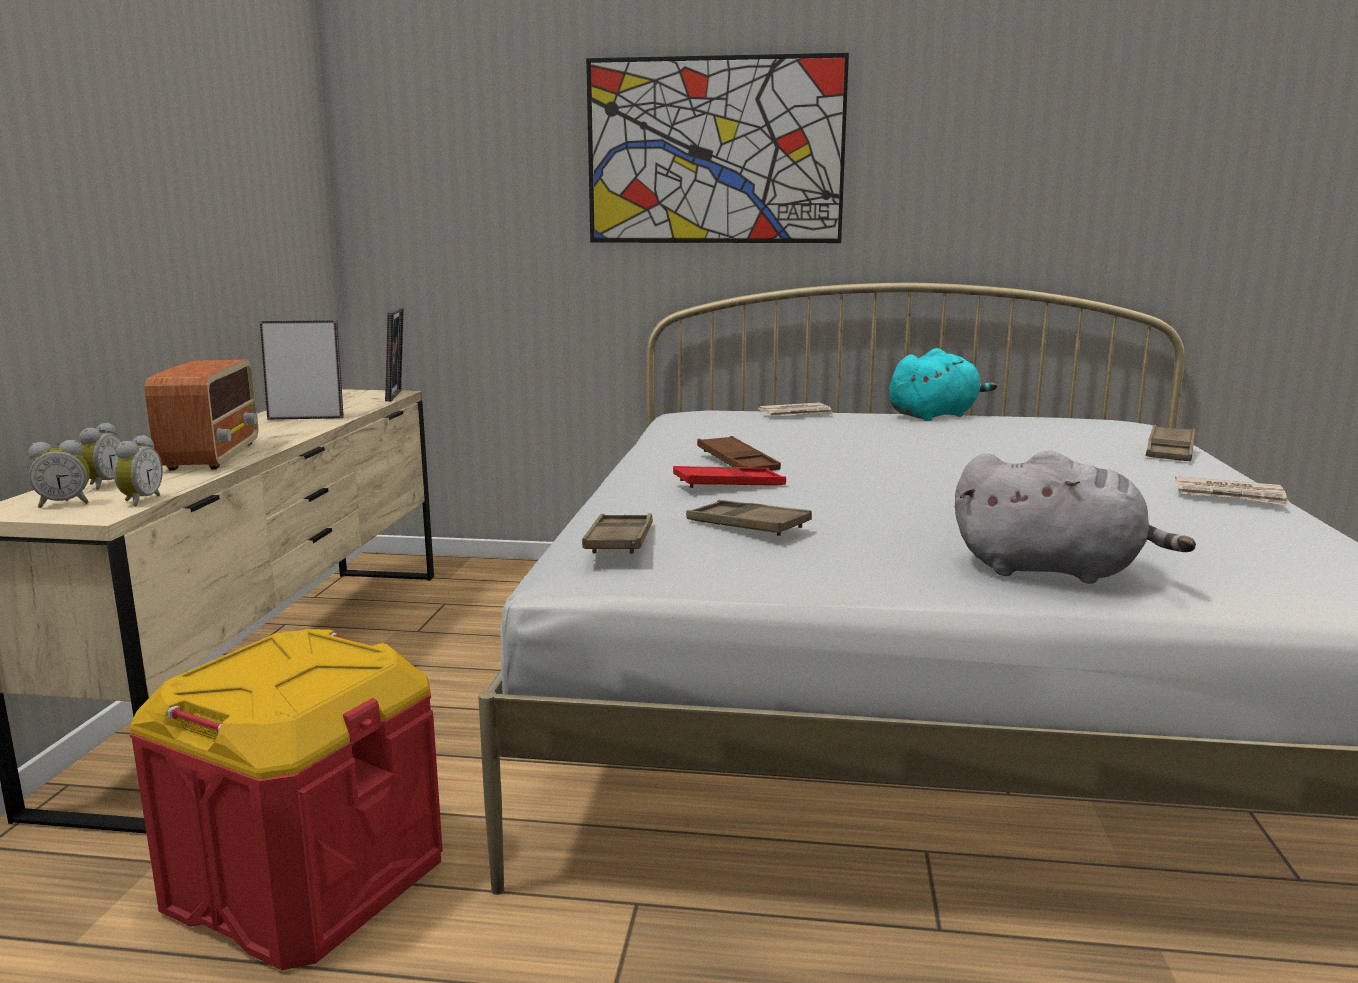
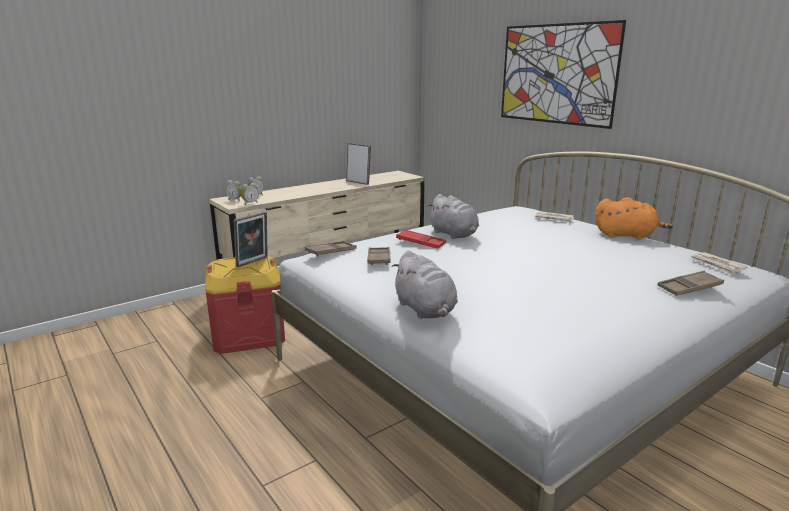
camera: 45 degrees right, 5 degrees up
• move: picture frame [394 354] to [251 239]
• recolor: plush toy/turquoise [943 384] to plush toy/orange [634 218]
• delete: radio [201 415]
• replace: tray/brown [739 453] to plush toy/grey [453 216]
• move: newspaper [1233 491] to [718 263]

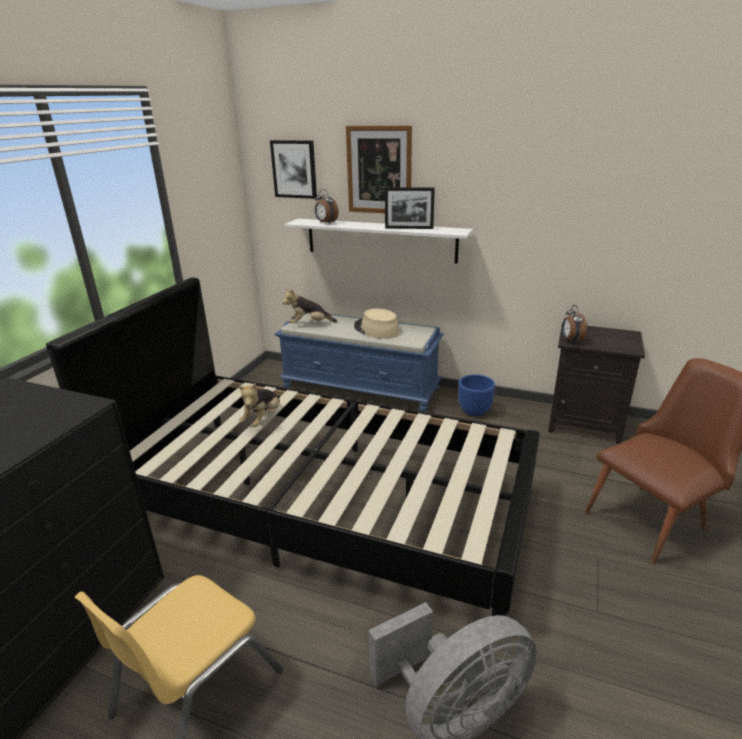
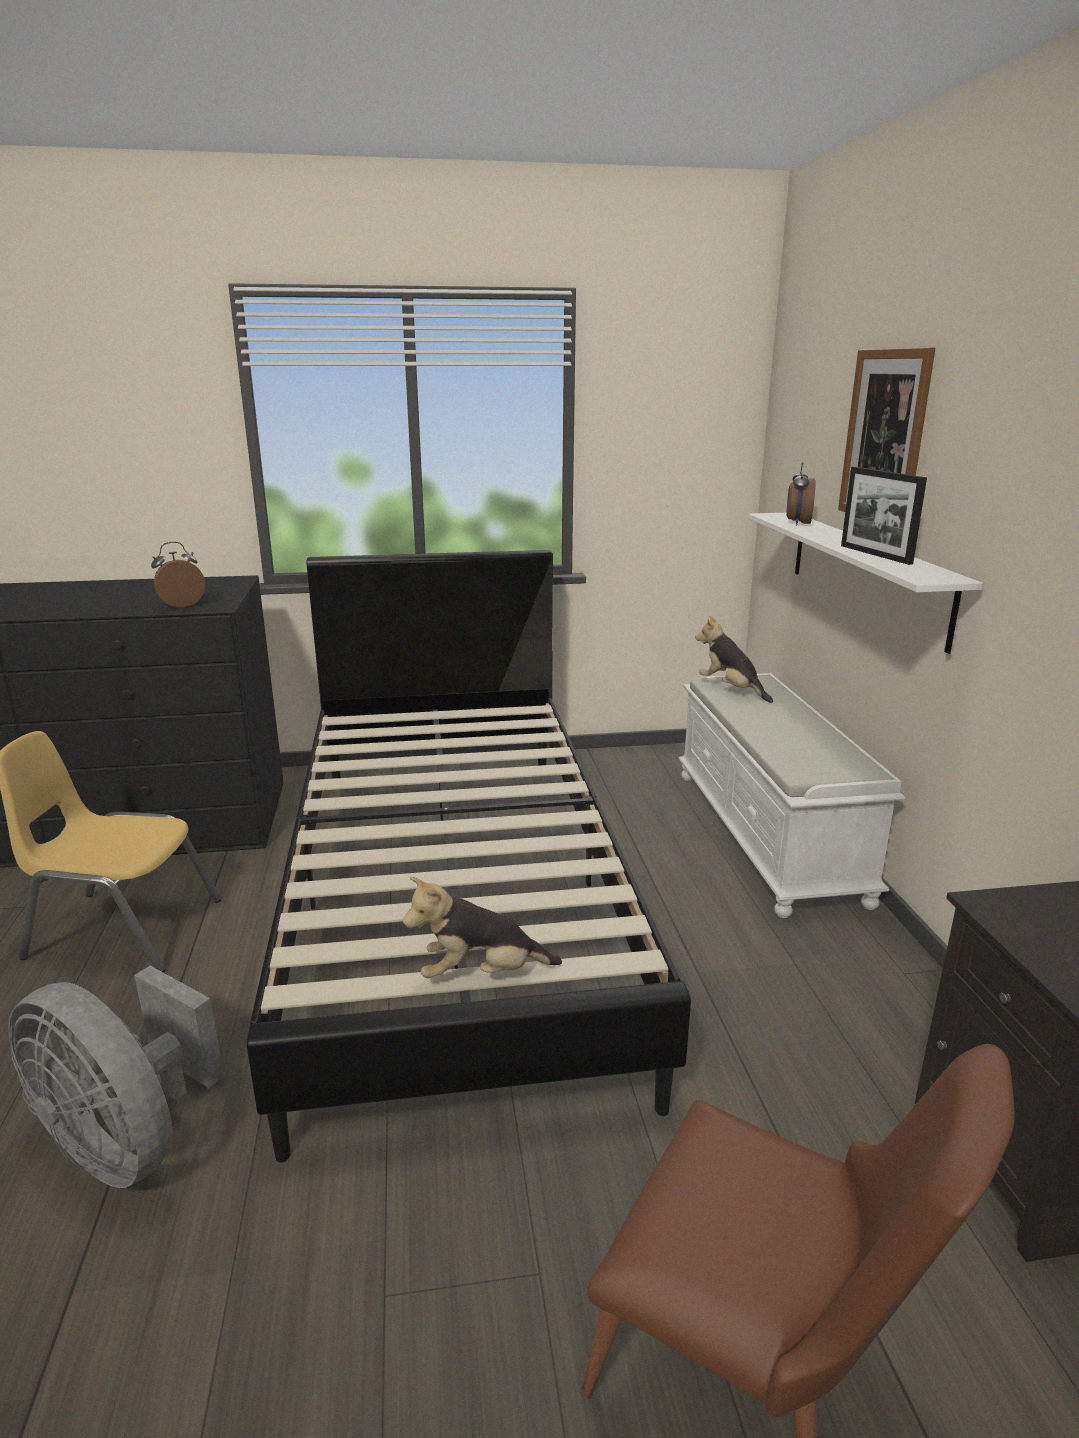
camera: 60 degrees right, 5 degrees down
• delete: picture [293 169]
• move: alarm clock [574 324] to [178 575]
• delete: hat/beige [377 323]
• recolor: bench/blue [359 362] to bench/white [792 795]
• delete: planter/blue [476 395]
• move: plush toy [259 405] to [482 927]

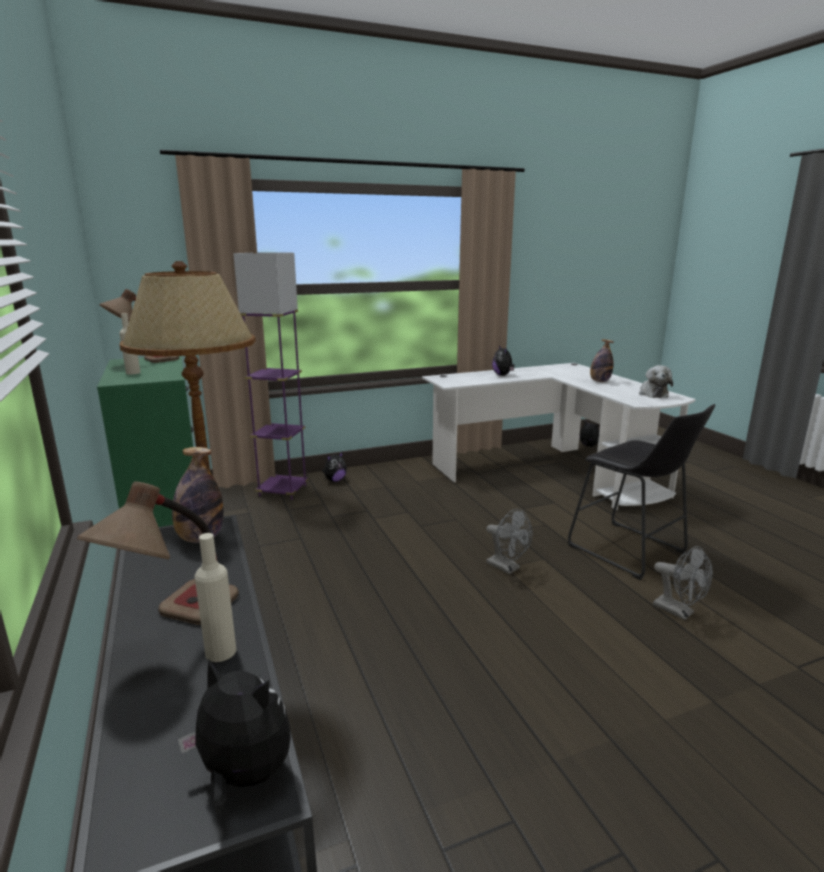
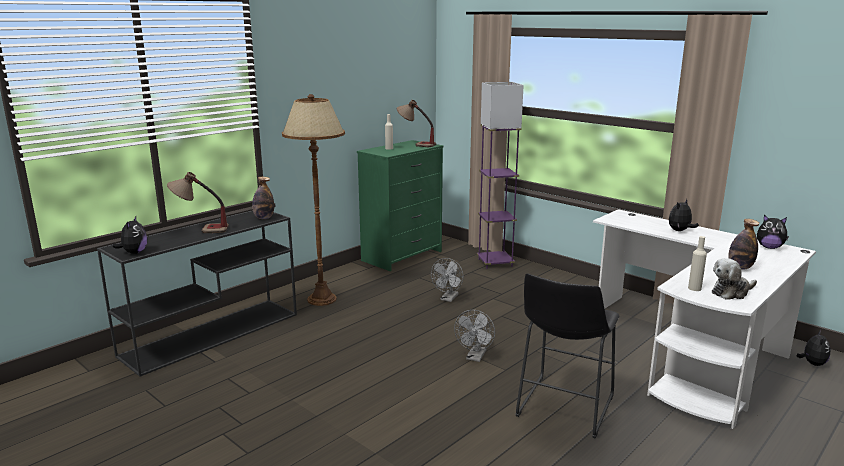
camera: 65 degrees right, 0 degrees up
• move: plush toy [334 466] to [773 232]
• move: bottle/beige [215 597] to [697 263]
• move: fan/grey [682 583] to [447 280]

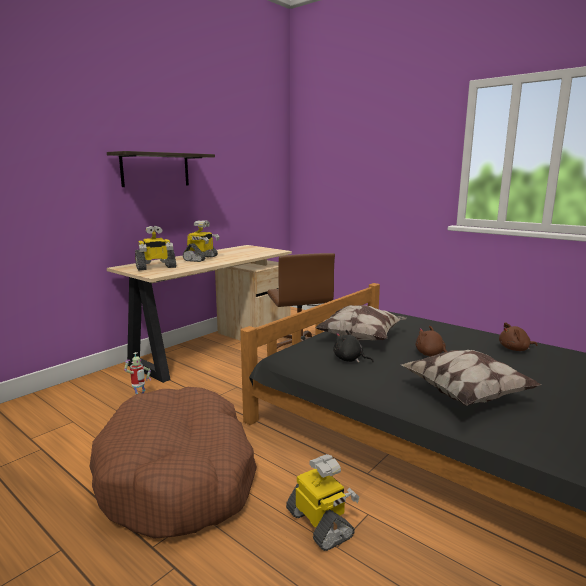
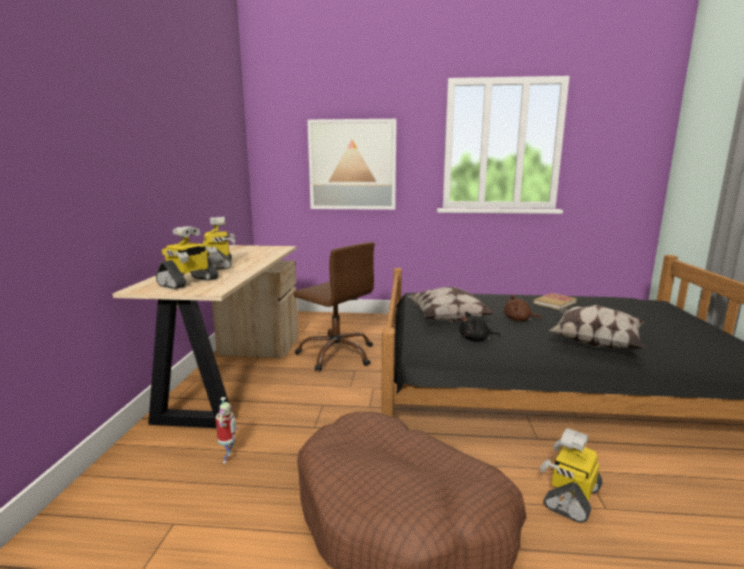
camera: 35 degrees left, 0 degrees up
• delete: shelf [161 169]
• replace: plush toy/brown [518 337] to book [555 301]
• rotate: toy robot [322 502] = [571 475] 75 degrees counterclockwise
• insert: picture [352 164]

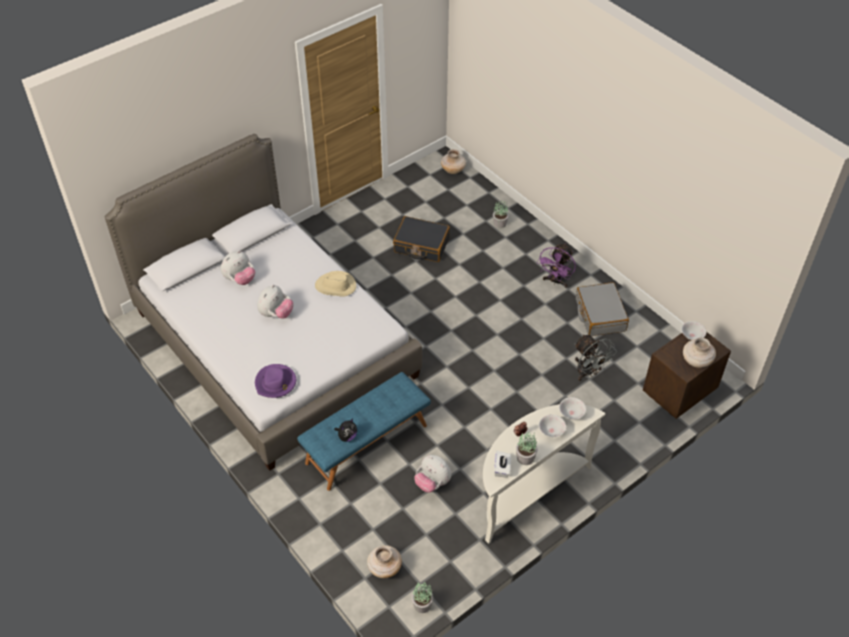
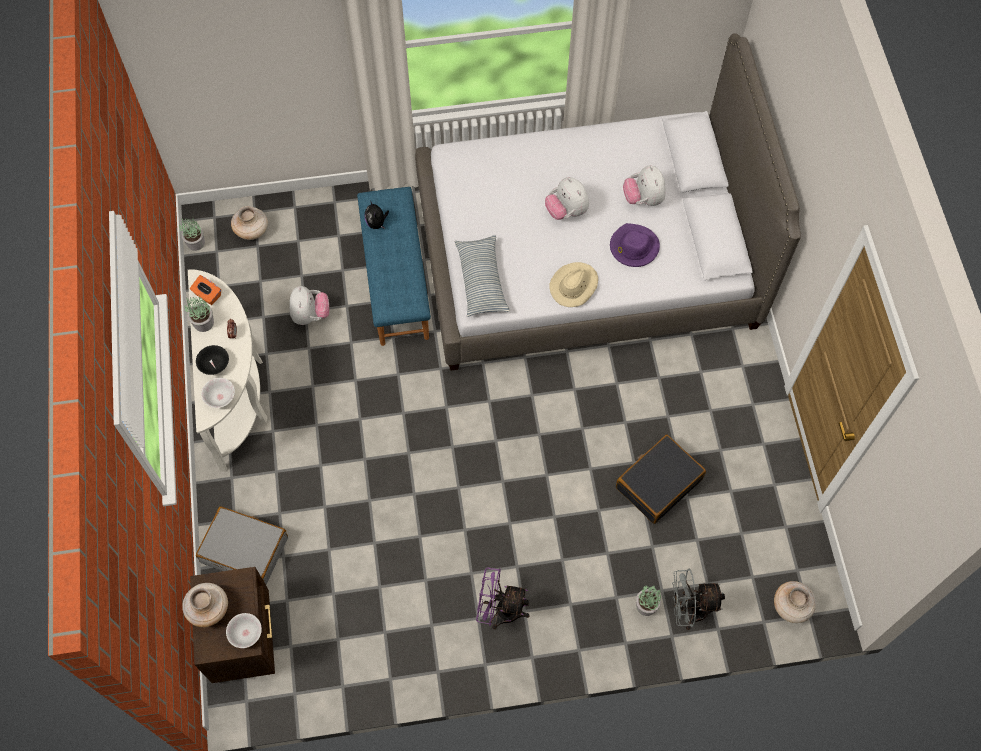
camera: 120 degrees right, 15 degrees up
• rotate: fan/purple [556 265] = [503 598] 45 degrees counterclockwise
• move: suitcase/grey [602 309] to [242 545]
• move: fan/grey [595 357] to [698 599]
• move: hat/purple [275 381] to [635 245]
• recolor: bowl/white [552 426] to bowl/black [212 360]
• recolor: tissue box/white [502 464] to tissue box/orange [205 290]
• rotate: plush toy [432 474] = [309 305] 105 degrees clockwise
• insert: pillow [482 276]

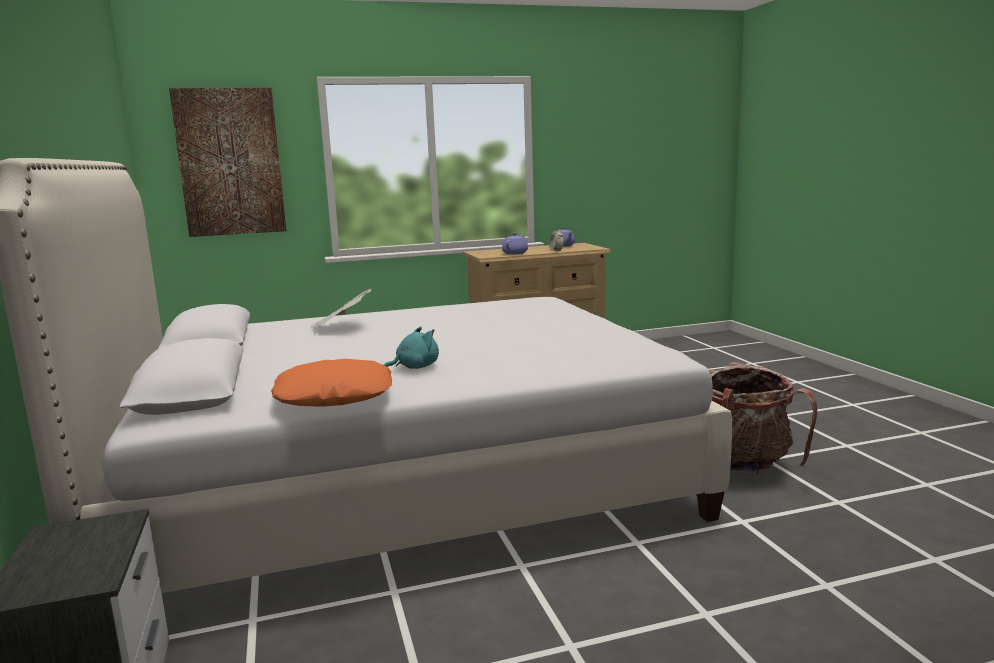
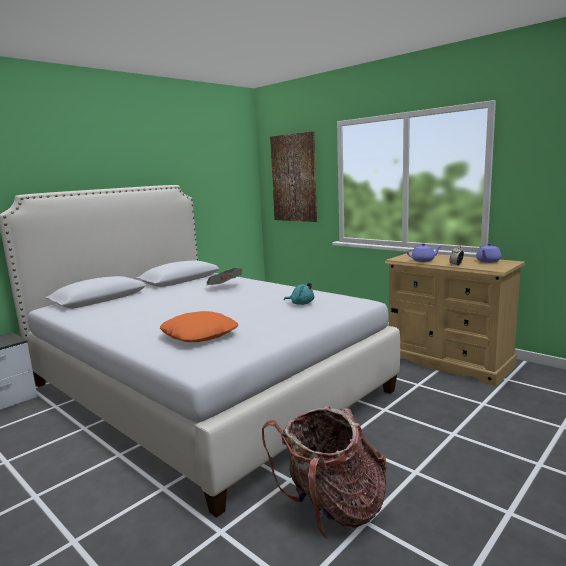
camera: 60 degrees right, 0 degrees up
• move: plush toy/turquoise [411 347] to [299 293]
• move: pillow/orange [331 383] to [199 326]

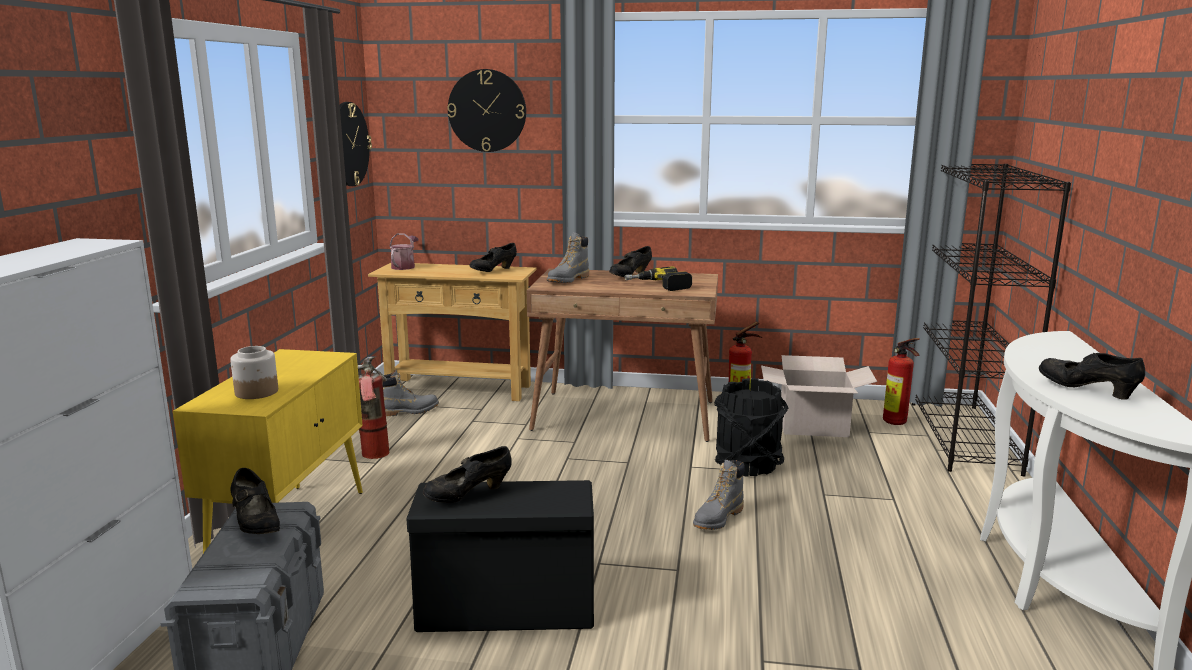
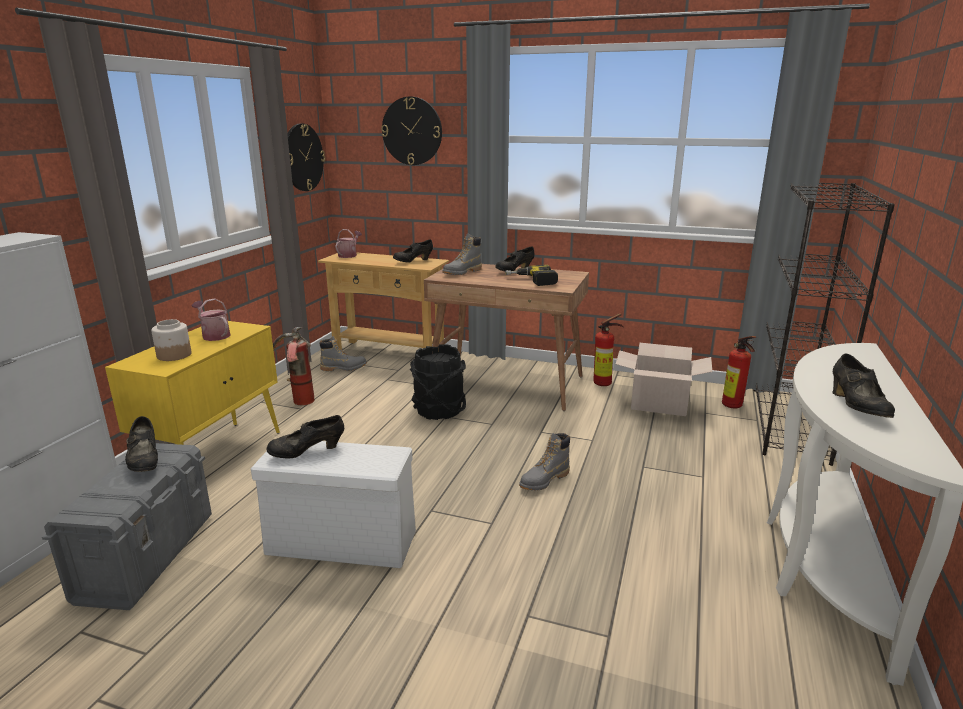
camera: 10 degrees right, 5 degrees up
• rotate: shoe/black [1092 376] = [863 386] 150 degrees counterclockwise
• move: bucket/black [751 427] to [438 382]
• recolor: storage box/black [500 556] to storage box/white [333 504]
• insert: watering can [211 319]

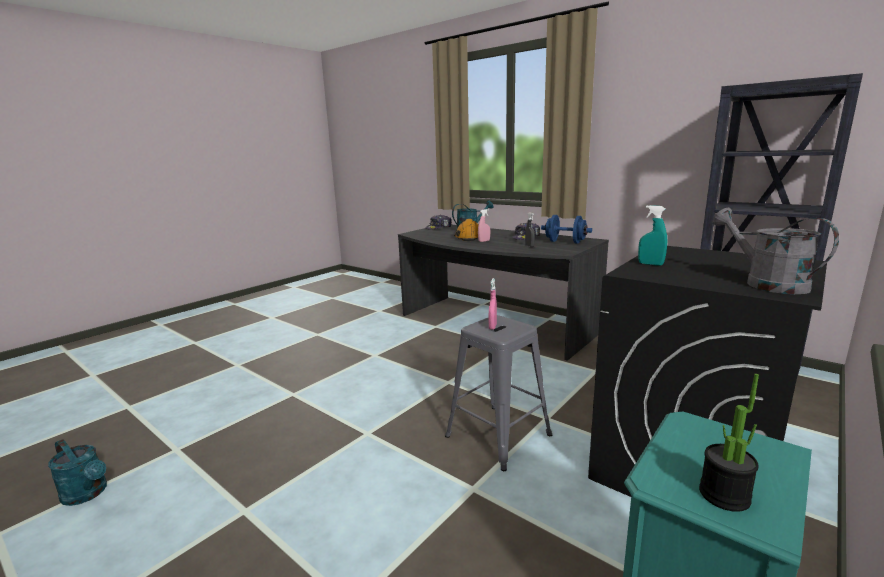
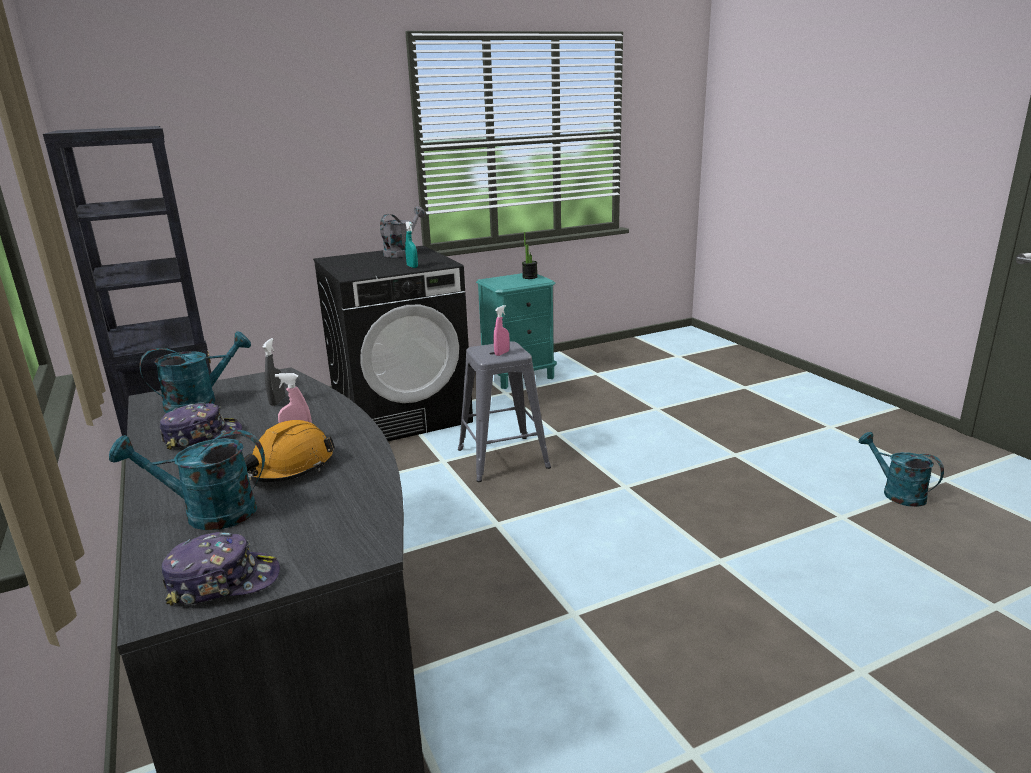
camera: 155 degrees left, 5 degrees up
• rotate: watering can/grey [775 251] = [402 231] 150 degrees counterclockwise
• replace: dumbbell/blue [566 229] to watering can/turquoise [195 372]

